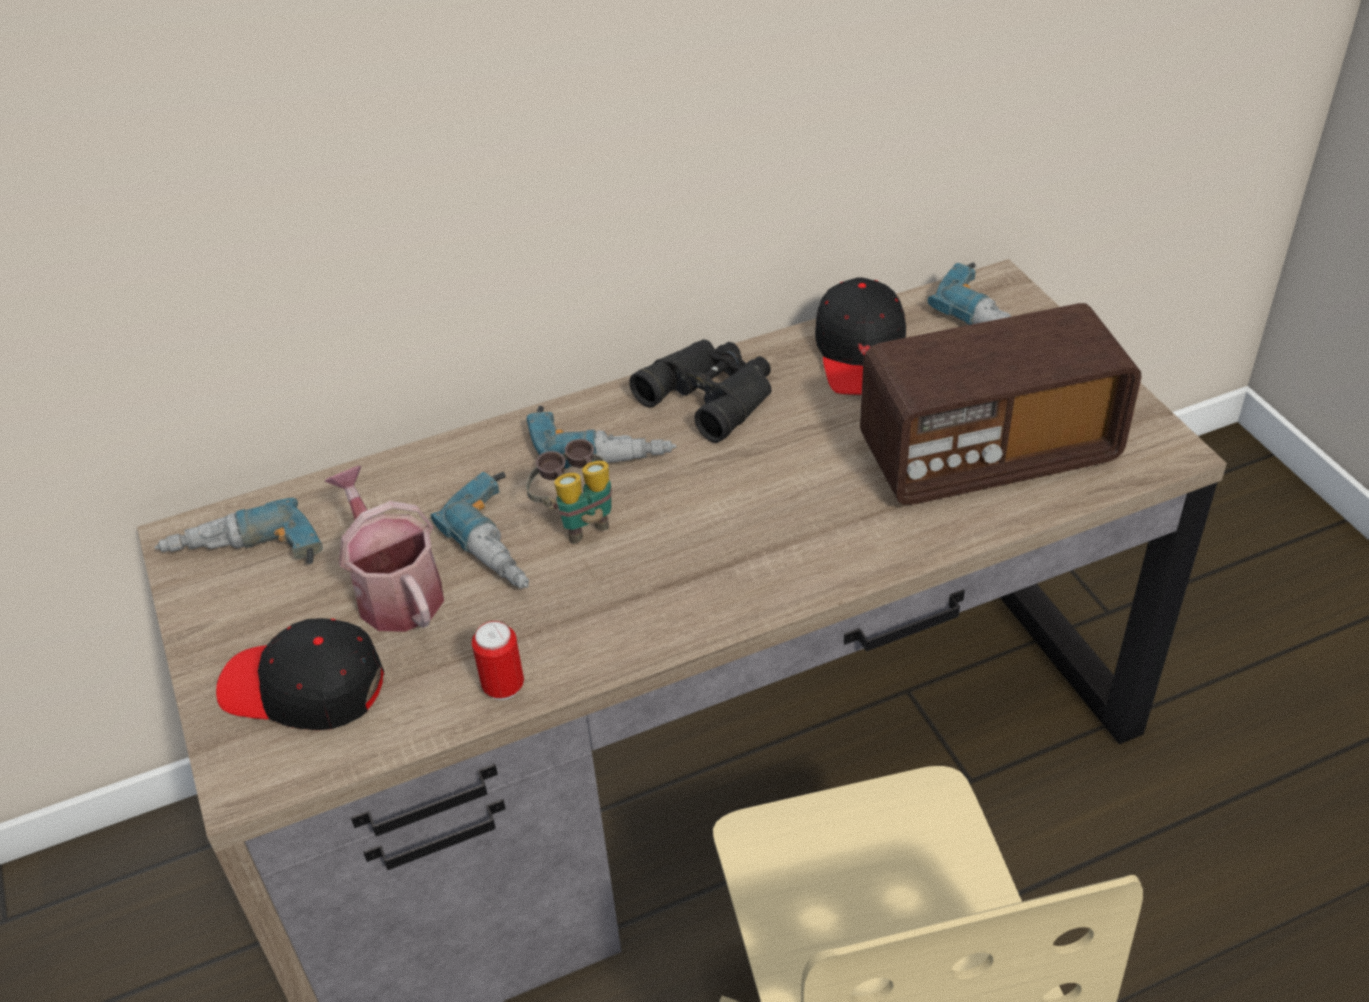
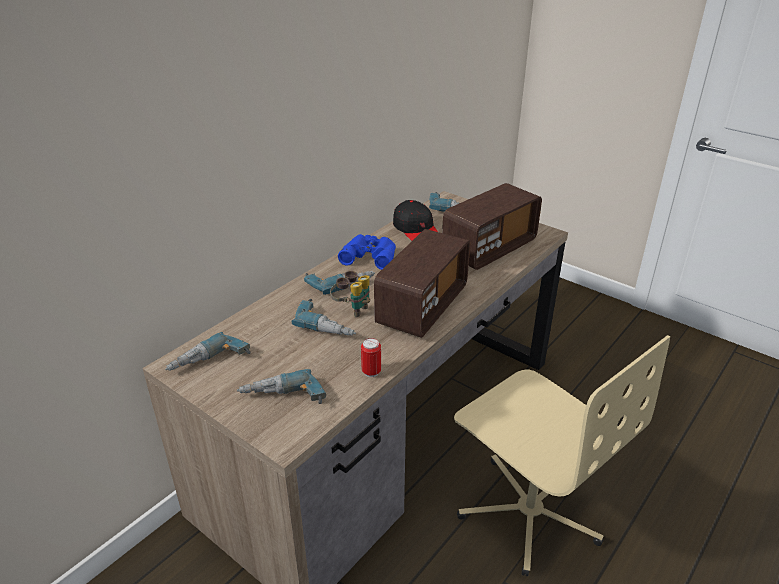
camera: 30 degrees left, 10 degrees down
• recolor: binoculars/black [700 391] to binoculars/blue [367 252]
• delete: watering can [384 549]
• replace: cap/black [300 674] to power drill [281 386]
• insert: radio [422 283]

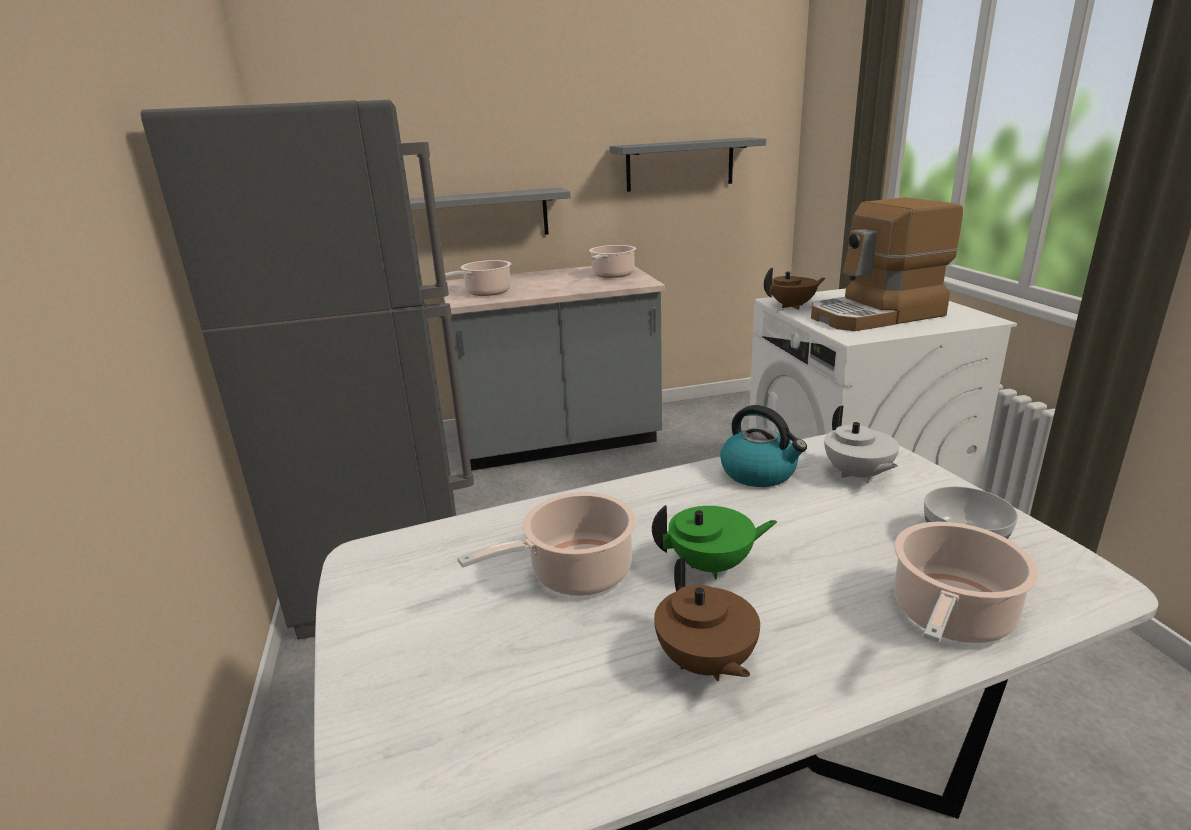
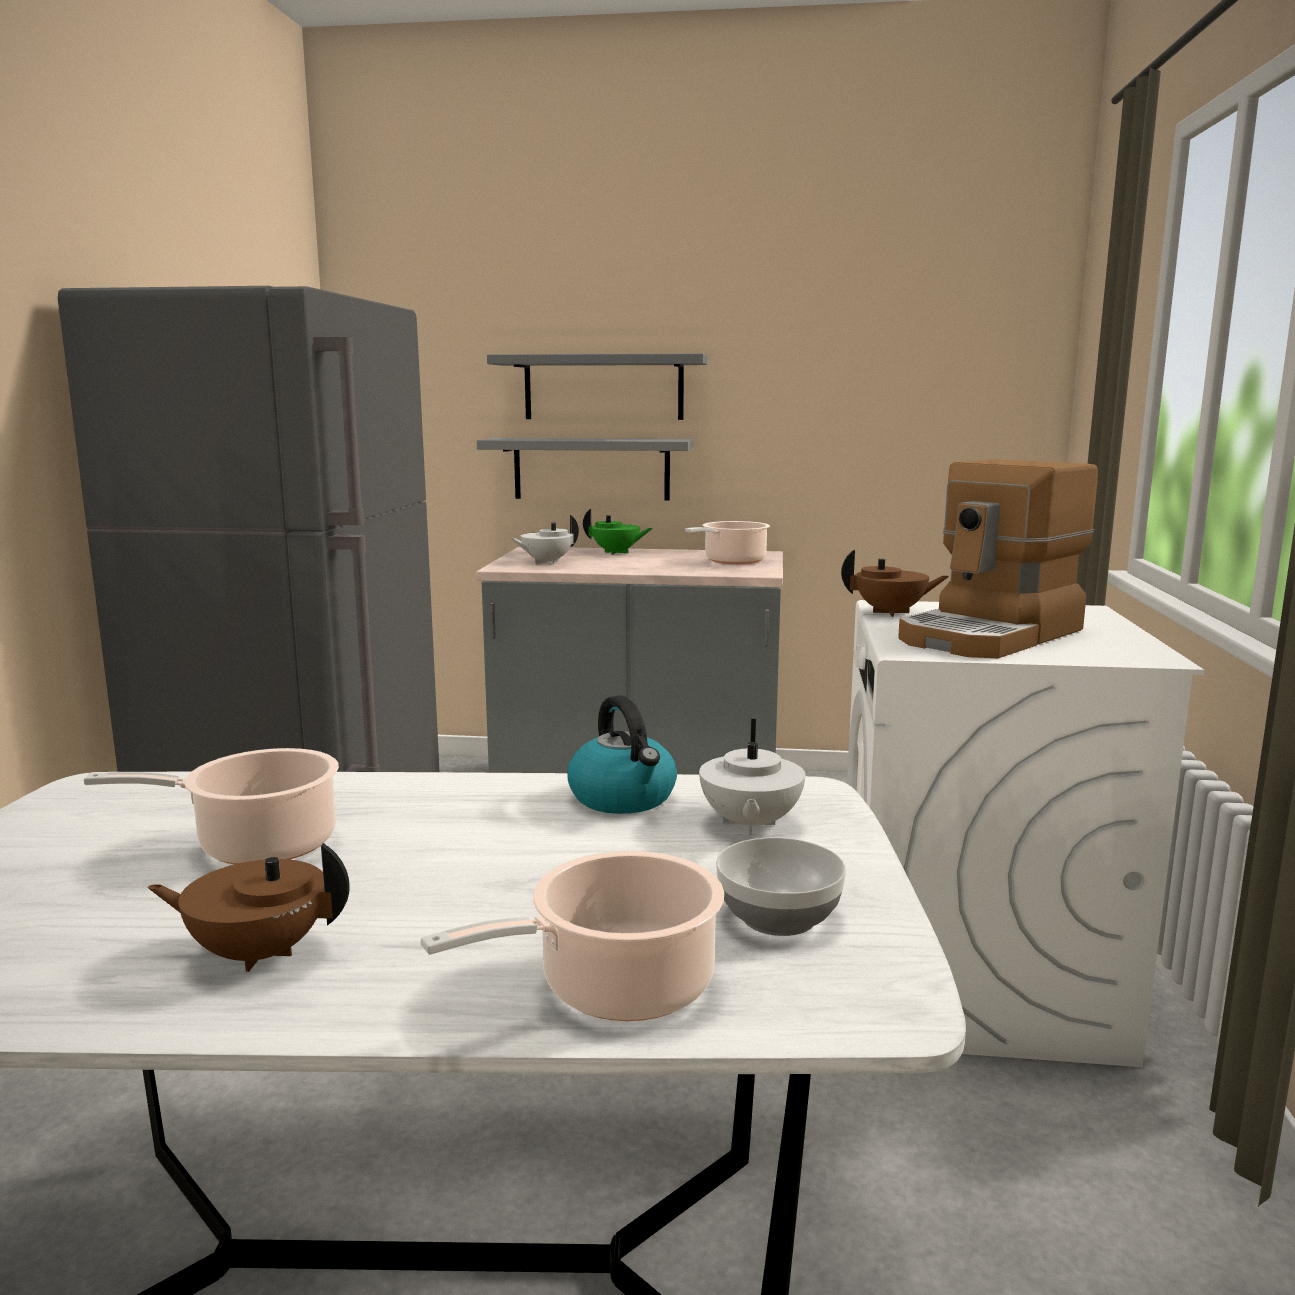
camera: 20 degrees right, 10 degrees down
• move: shelf/grey [688 165] to [597 386]
• rotate: coffee machine [887 264] = [998 558] 45 degrees counterclockwise
• replace: cooking pot [478 278] to teapot/white [544 539]
• move: teapot/green [714 542] to [618 532]
• rotate: teapot/brown [707 619] = [248 907] 90 degrees clockwise

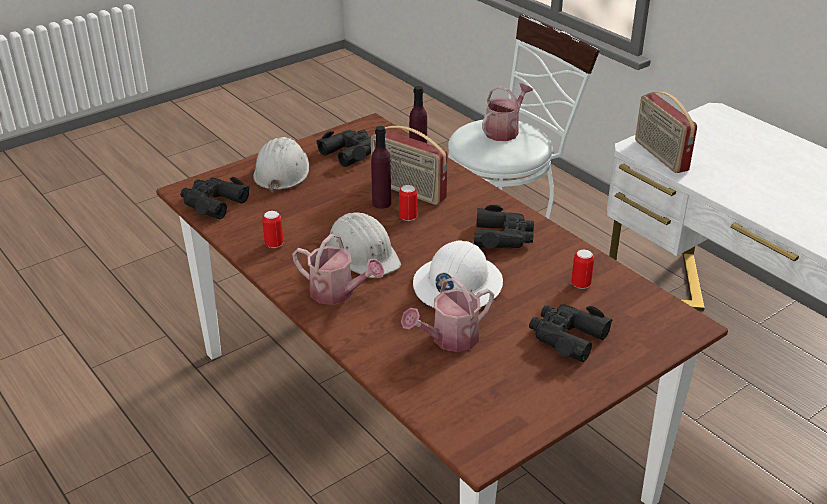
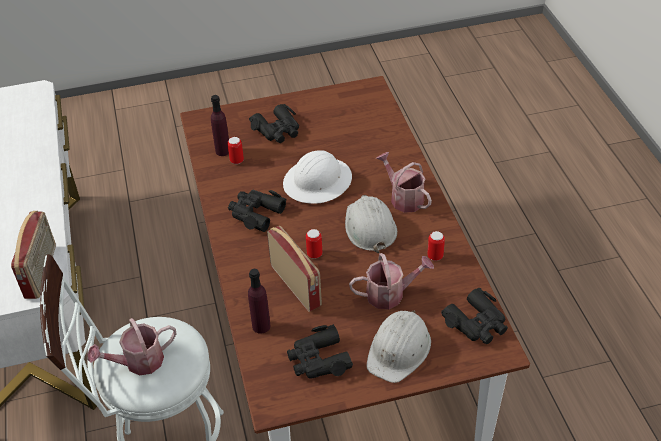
camera: 155 degrees left, 10 degrees up
• move: bottle/purple [381 167] to [220 125]
• move: watering can [447 314] to [391 281]

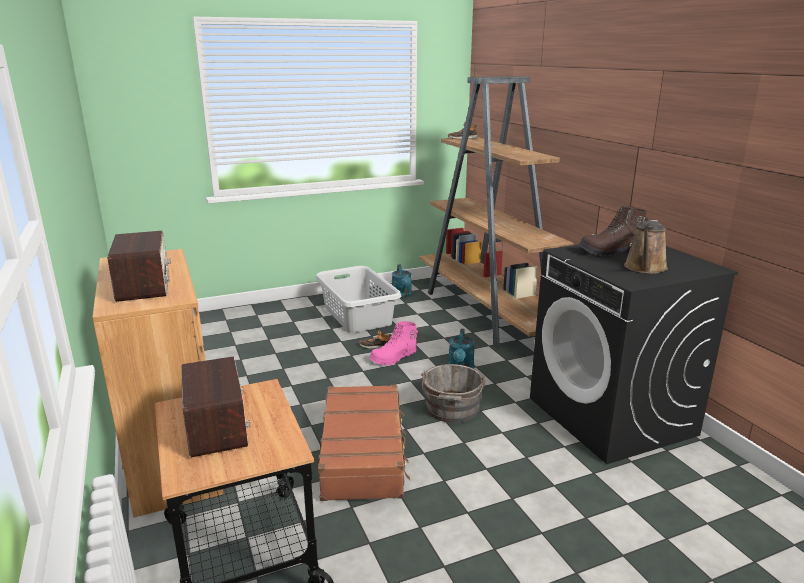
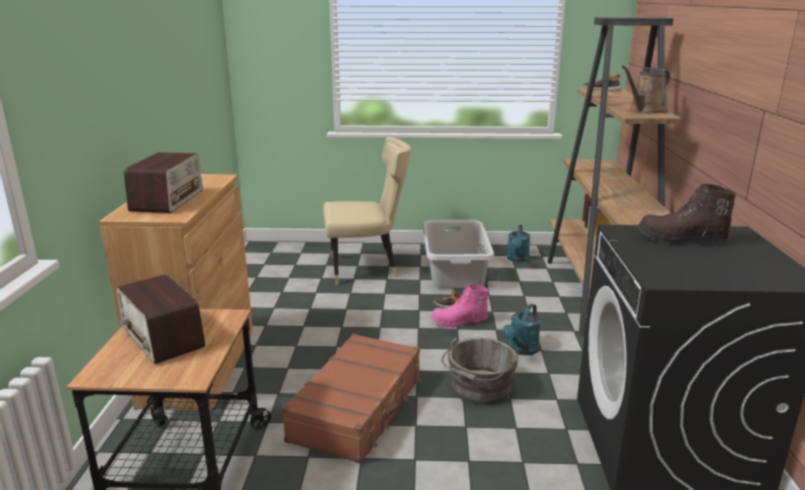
camera: 25 degrees right, 0 degrees up
• move: watering can/brown [646 247] to [646 90]
• rotate: radio [215 406] = [161 319] 135 degrees clockwise
• insert: chair/beige [367 211]

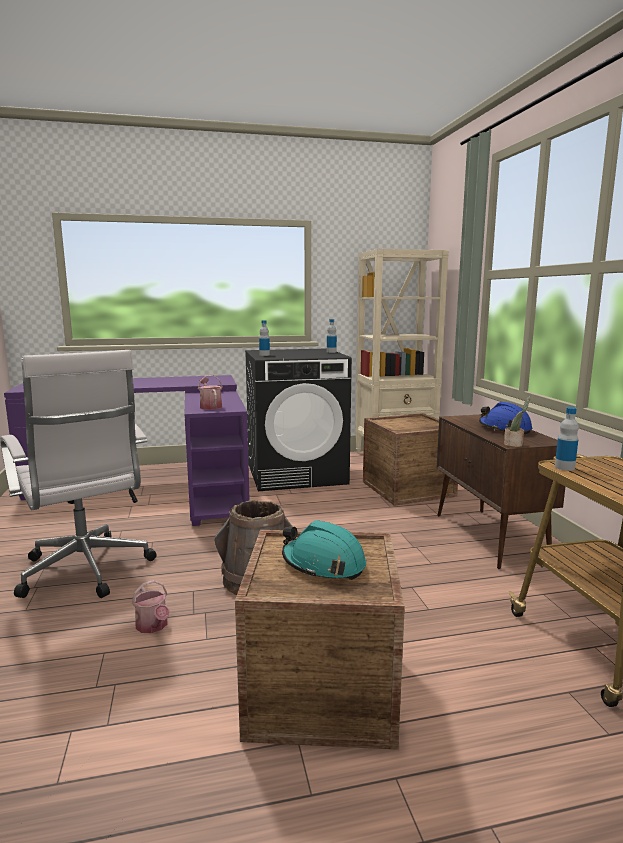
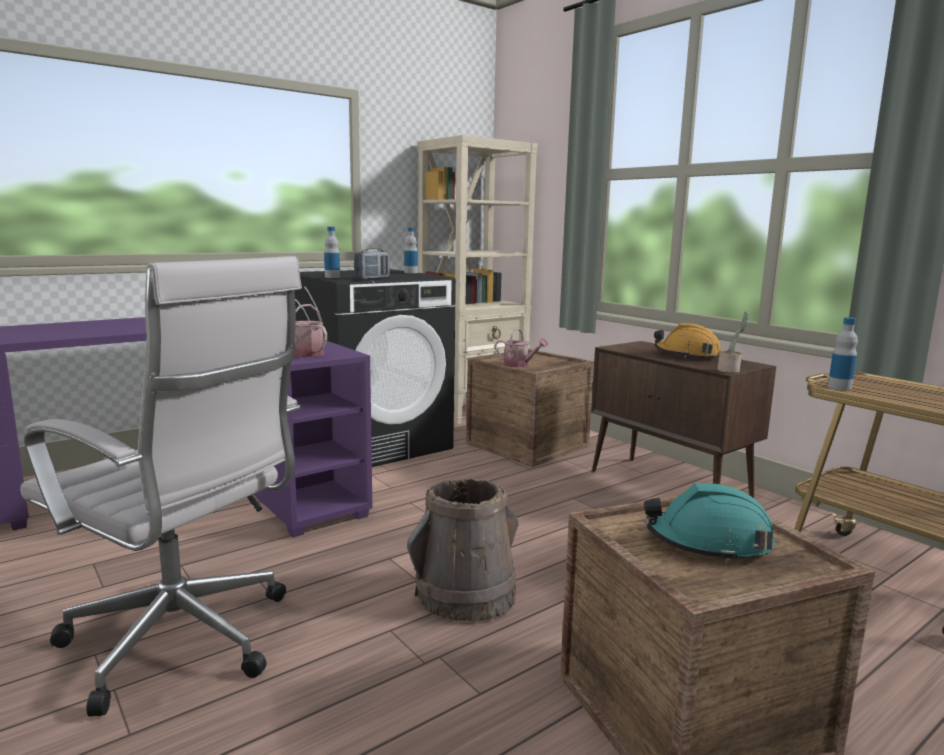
camera: 25 degrees left, 0 degrees up
• recolor: hard hat/blue [505 418] to hard hat/orange [687 341]
• move: watering can [151 606] to [521 348]
• insert: radio [372 264]

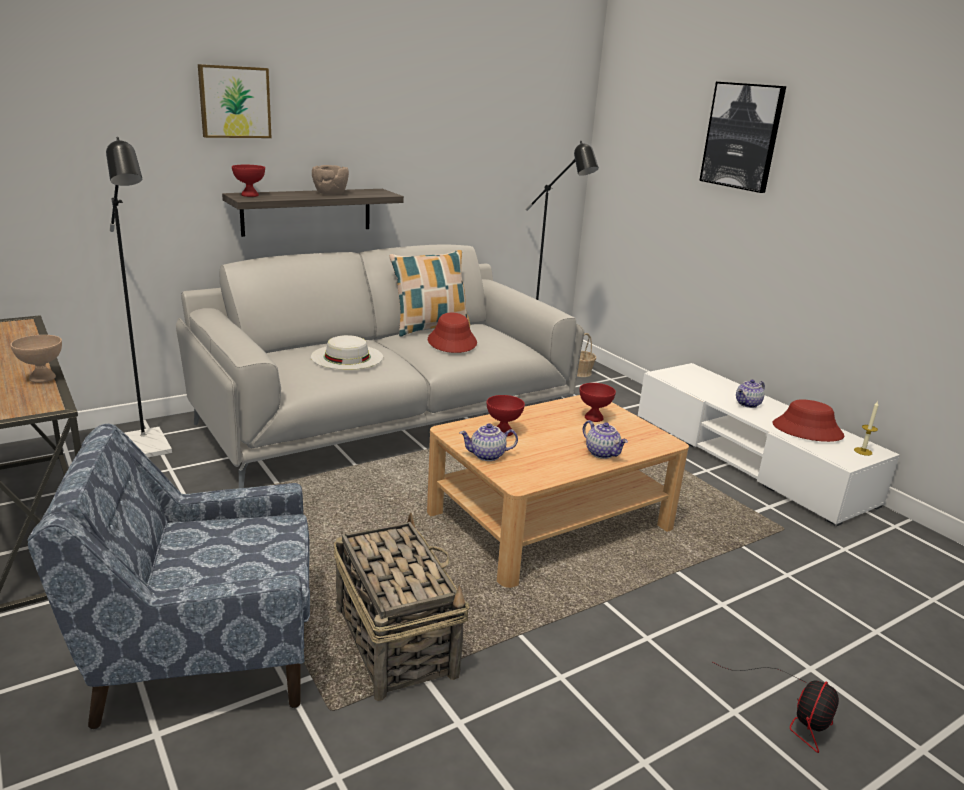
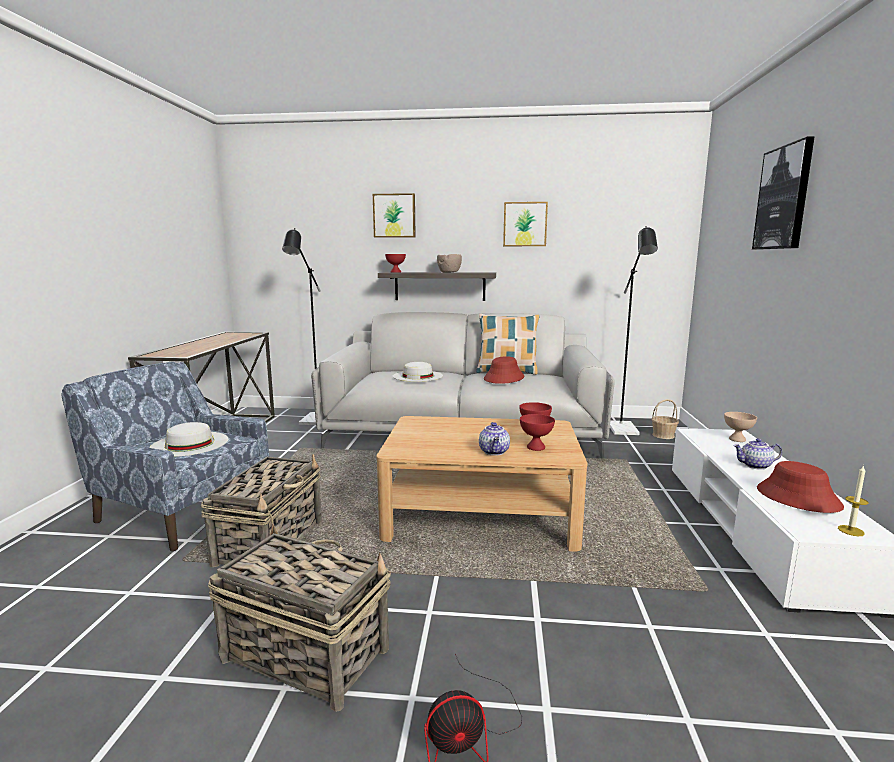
camera: 40 degrees right, 10 degrees down
• move: bowl/beige [36 359] to [740 427]
• move: bowl/red [506 416] to [537 432]
• delete: teapot [488 442]
• insert: picture [525 224]
• insert: hat/white [188 439]
• insert: basket [299 617]

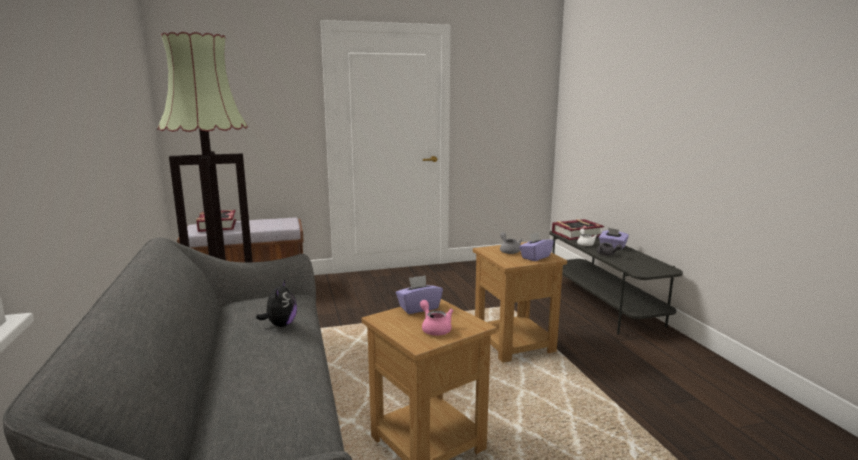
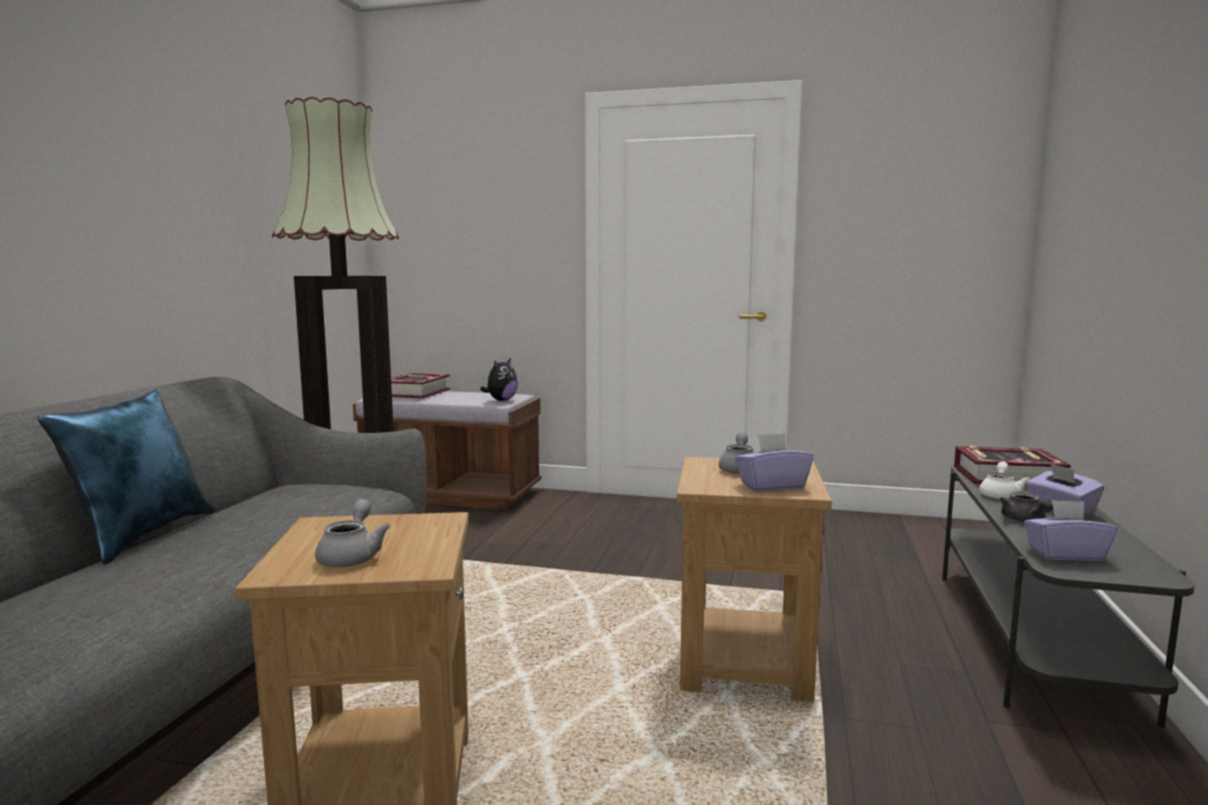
camera: 30 degrees right, 5 degrees down
• move: tissue box/purple [419 294] to [1070 530]
• move: plush toy [276 303] to [499 379]
• recolor: teapot/pink [436 318] to teapot/grey [352 533]
• insert: pillow/blue [126 477]

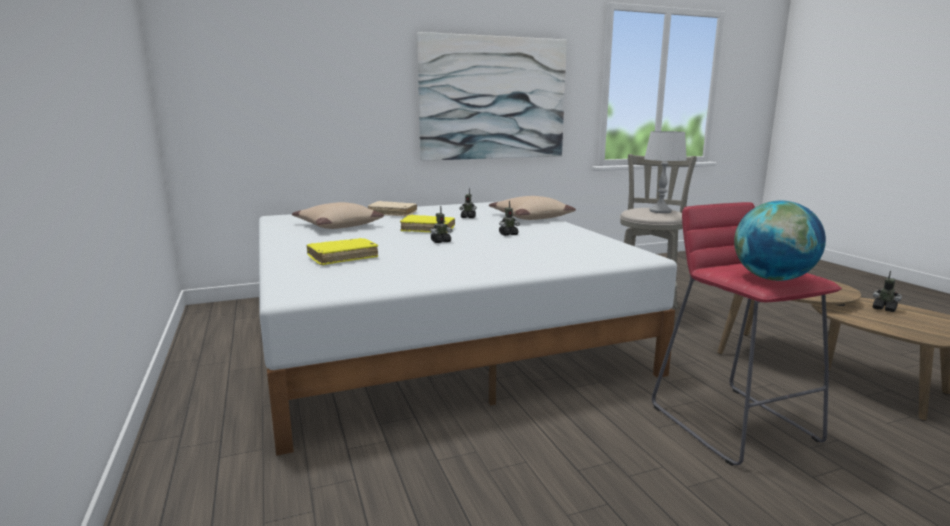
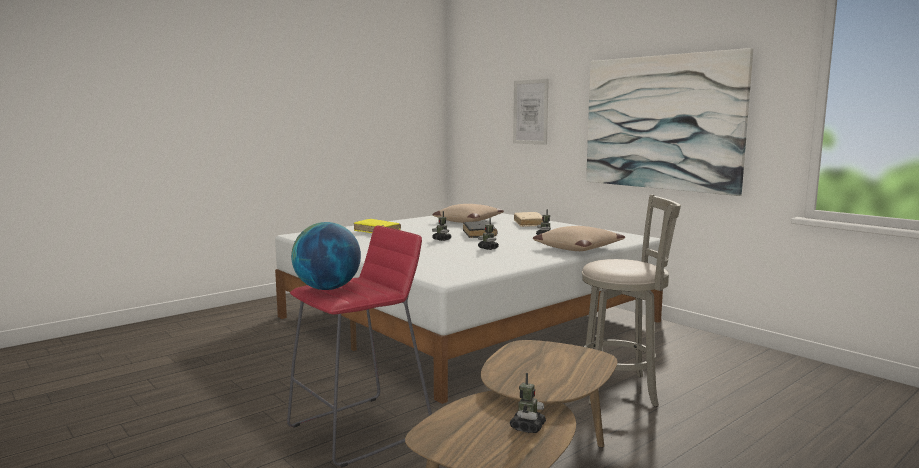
camera: 70 degrees right, 5 degrees down
• delete: table lamp/grey [665 172]
• recolor: book/yellow [427 224] to book/black [480 229]
• insert: picture [531 112]

